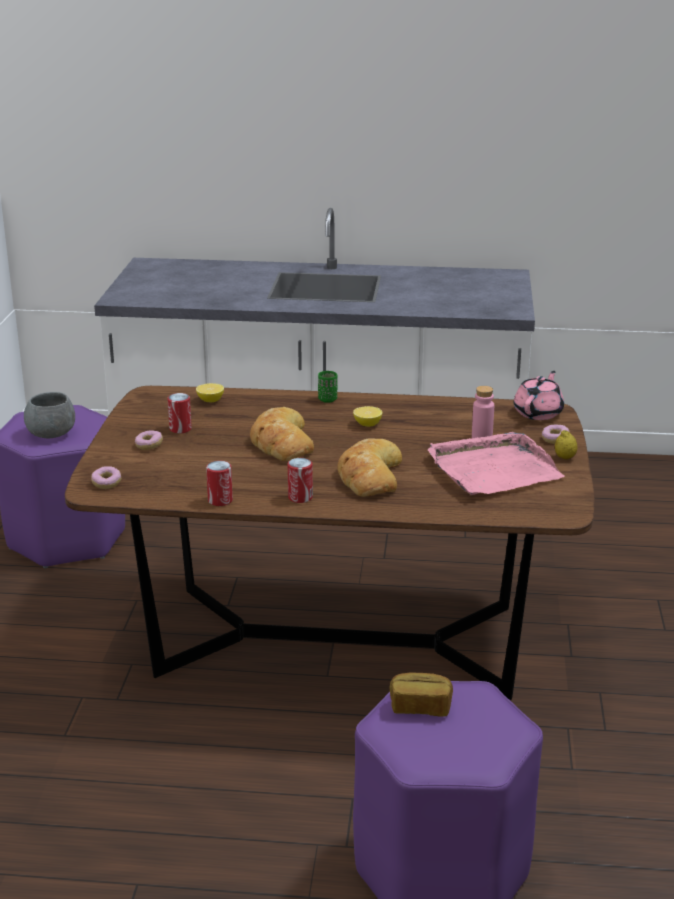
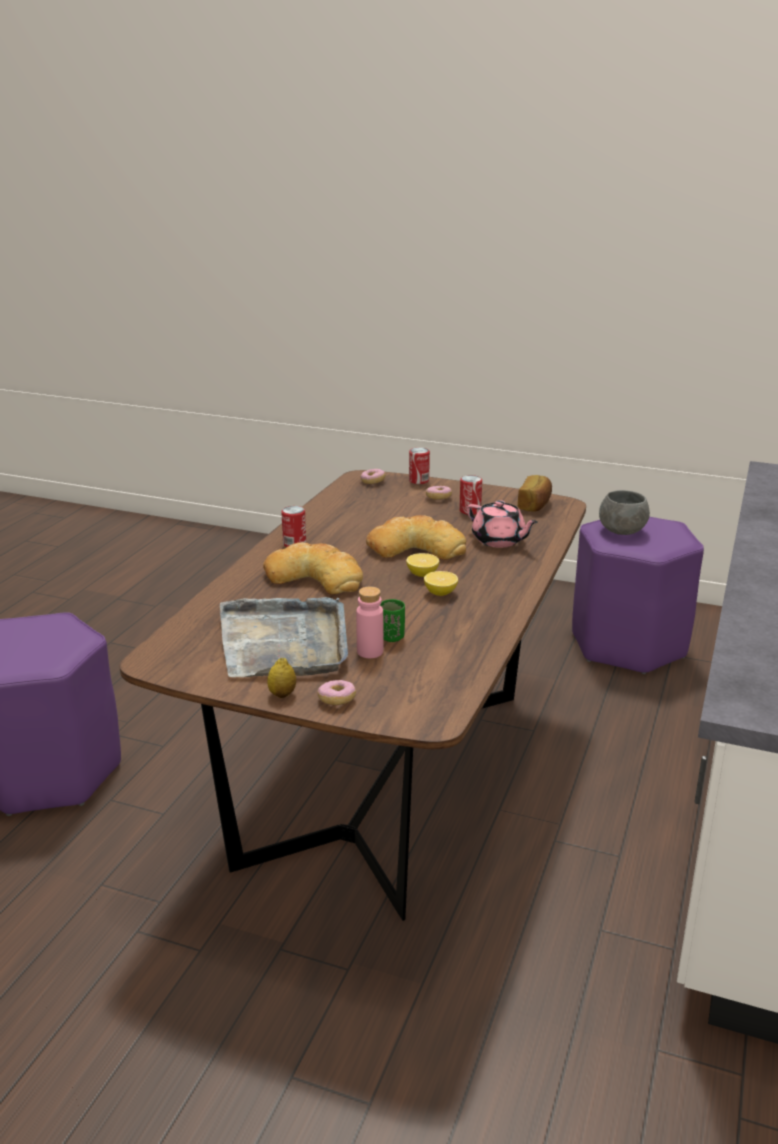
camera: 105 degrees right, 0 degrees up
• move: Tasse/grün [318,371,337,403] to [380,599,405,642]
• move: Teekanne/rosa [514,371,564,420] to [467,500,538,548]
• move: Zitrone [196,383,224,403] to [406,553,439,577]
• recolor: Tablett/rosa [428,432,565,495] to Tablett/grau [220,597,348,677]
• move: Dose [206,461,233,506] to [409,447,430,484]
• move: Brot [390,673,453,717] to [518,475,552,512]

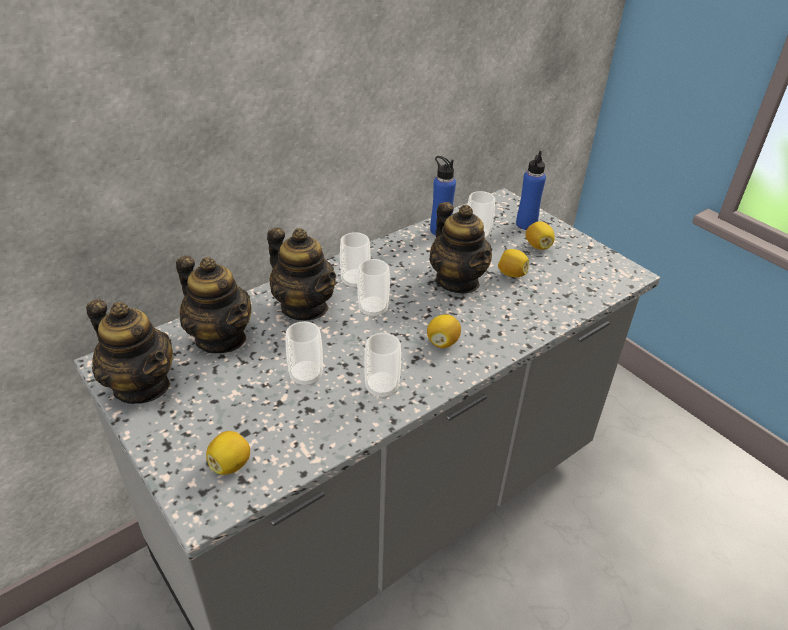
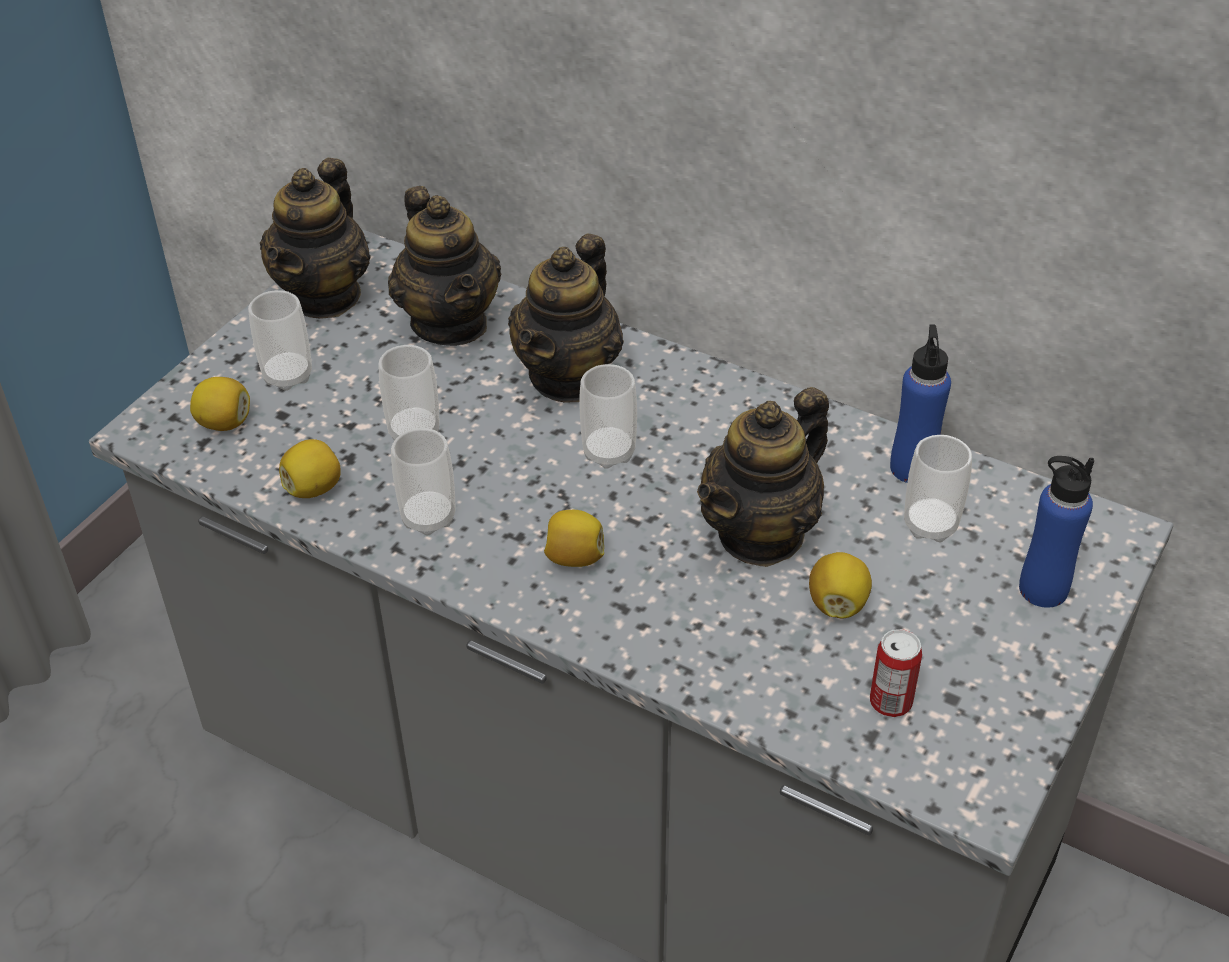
camera: 70 degrees right, 5 degrees up
• move: Zitrone [525,221,555,250] to [279,439,341,498]
• move: Tasse [340,232,370,289] to [248,290,312,391]
• rotate: Teekanne [176,256,251,353] = [388,186,502,346] 45 degrees counterclockwise
• insert: Dose [870,629,922,717]

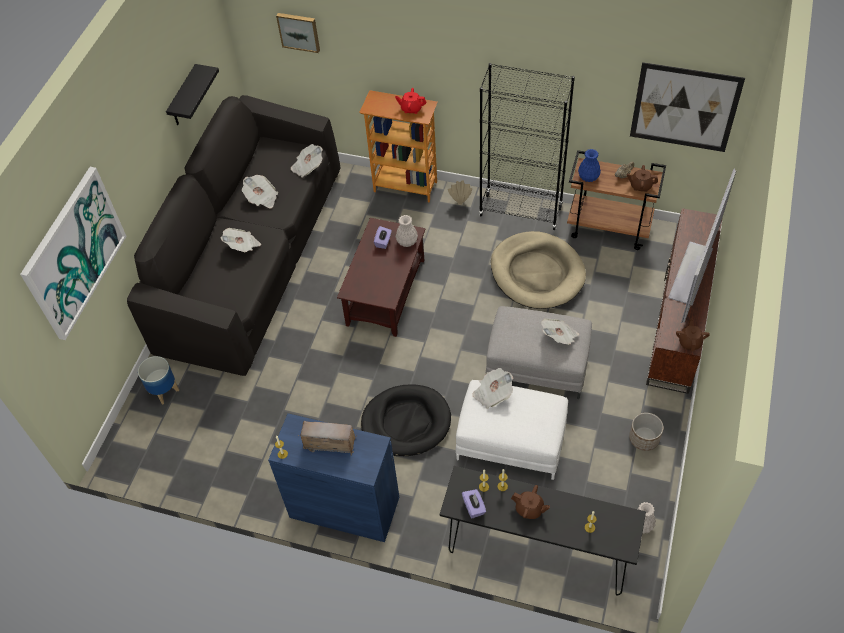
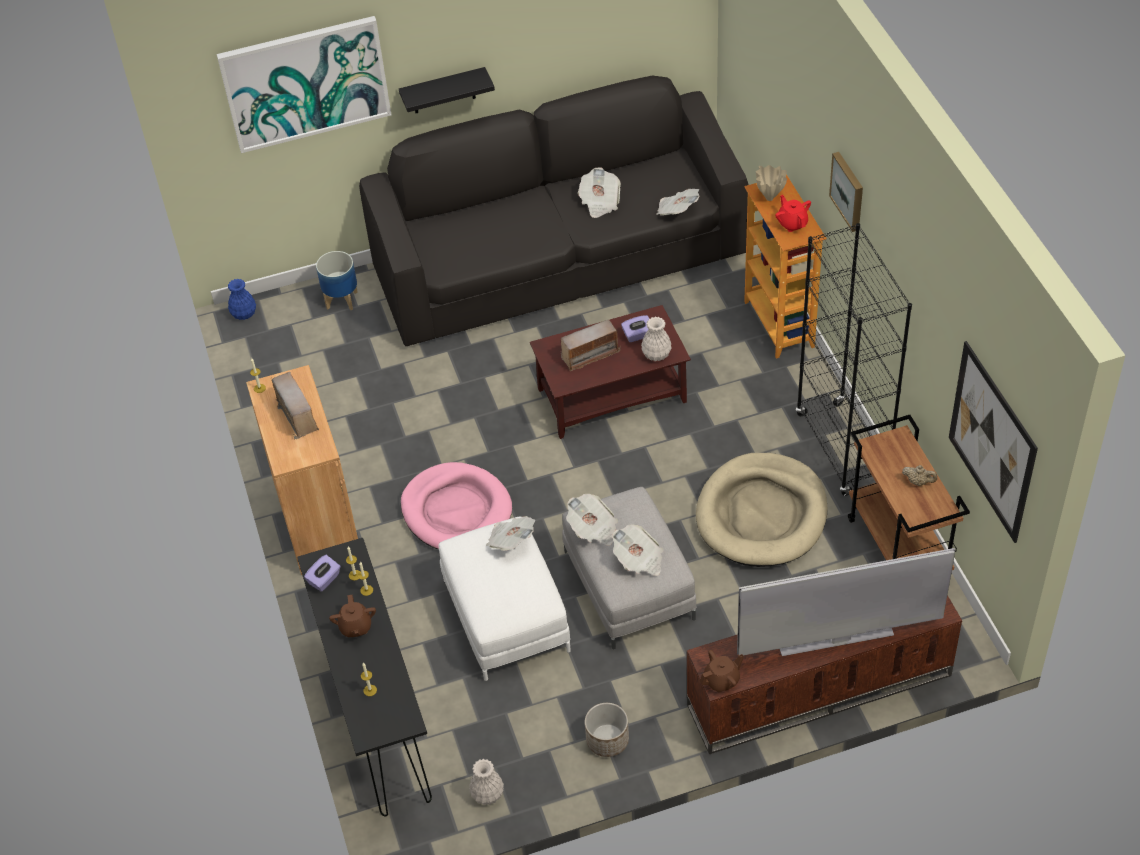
camera: 55 degrees right, 5 degrees down
• move: Bild [276,13,320,53] to [829,152,863,232]
• move: Wandregal/schwarz [166,64,219,125] to [399,67,495,113]
• move: Vase/blau [578,149,601,182] to [228,279,256,320]
• delete: Teekanne/braun [627,165,658,192]
• move: Vase/beige [448,181,472,205] to [756,165,787,201]
• move: Zeitung [220,228,261,252] to [566,494,618,546]
• recolor: Hundebett/schwarz [361,385,451,456] to Hundebett/rosa [401,462,512,549]
• recolor: Schrank/blau [268,413,399,542] to Schrank/braun [246,365,358,575]
• insert: Radio [561,319,621,371]

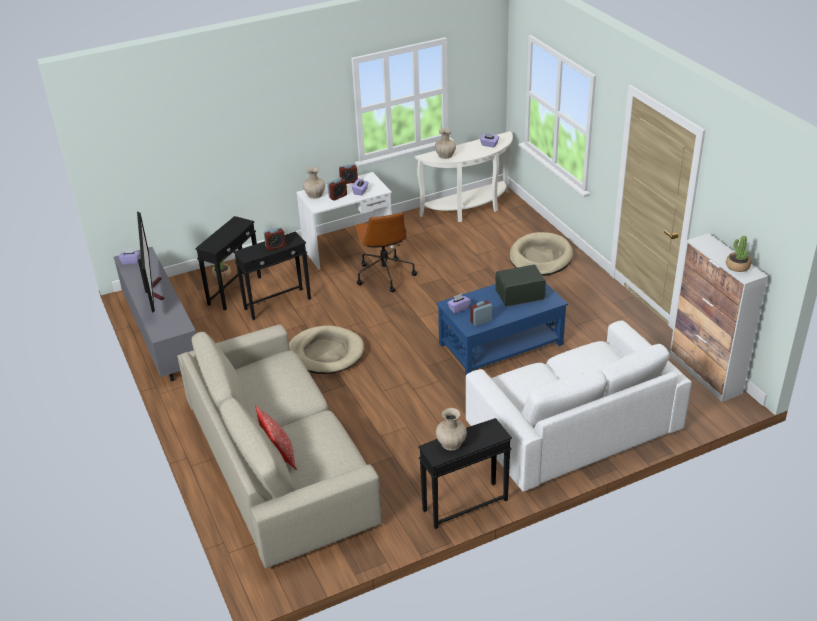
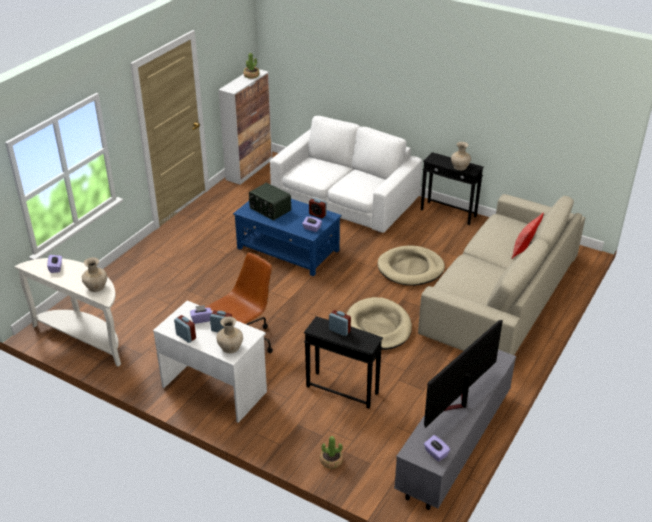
camera: 125 degrees left, 0 degrees up
• delete: Beistelltisch/schwarz [195,216,261,311]
• move: Hundebett/beige [509,232,573,276] to [378,245,445,286]

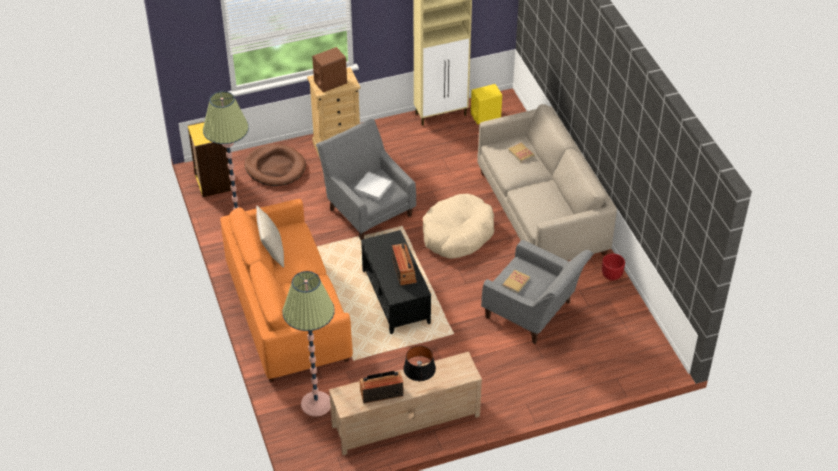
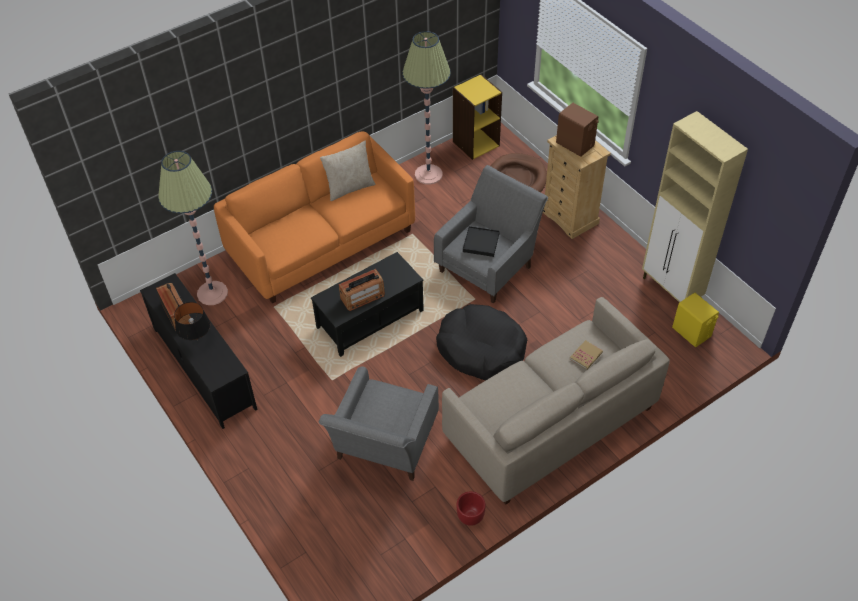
camera: 75 degrees right, 5 degrees up
• recolor: Tablett/weiß [354,171,393,201] to Tablett/schwarz [463,226,500,257]
• recolor: Hundebett/beige [423,194,494,259] to Hundebett/schwarz [436,304,527,380]
• delete: Buch [503,270,530,293]
• recolor: Fernsehschrank/beige [329,352,482,455] to Fernsehschrank/schwarz [140,273,257,429]

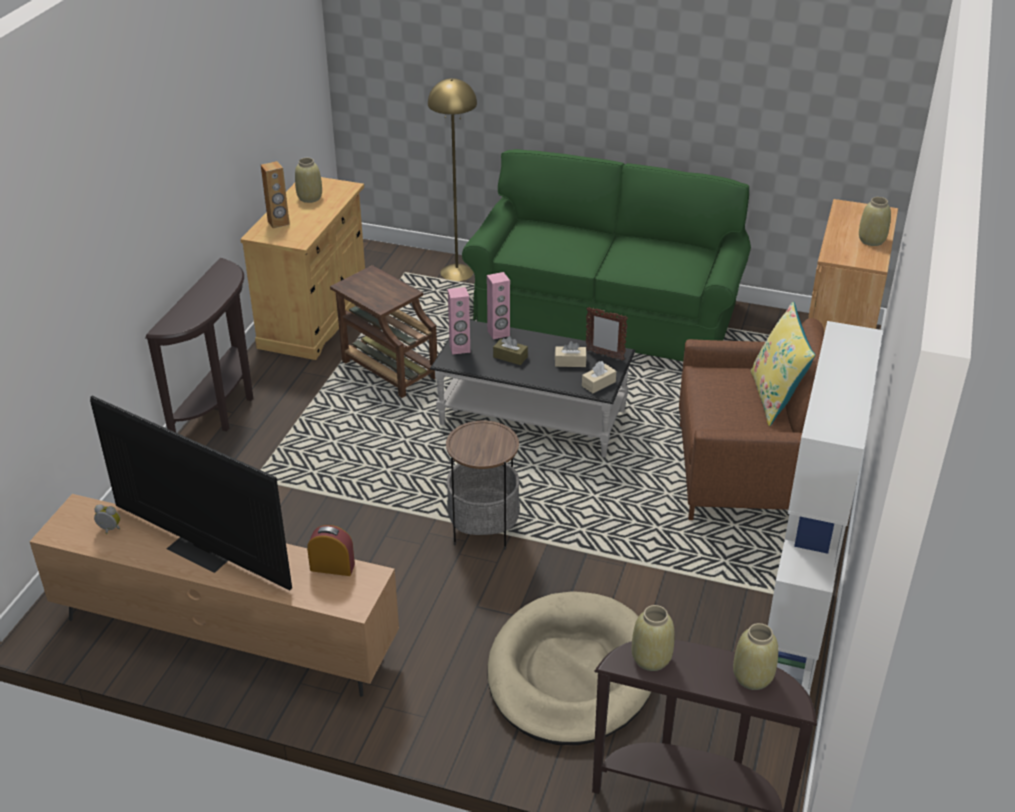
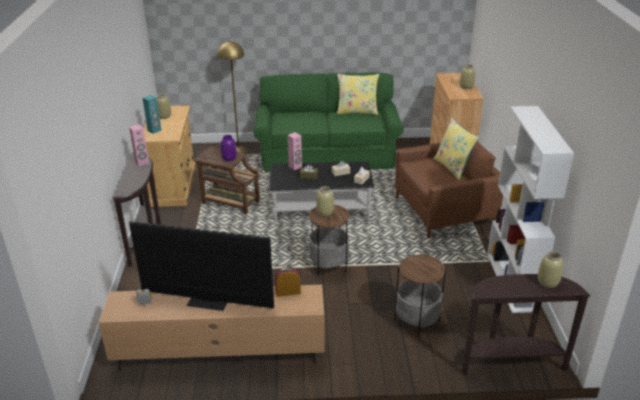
camera: 20 degrees left, 5 degrees down
• recolor: Lautsprecher/braun [261,161,290,228] to Lautsprecher/türkis [143,95,162,134]
• move: Lautsprecher/rosa [448,287,470,355] to [129,124,149,166]
• delete: Bilderrahmen [586,307,628,360]
• replace: Hundebett/beige [487,591,651,745] to Beistelltisch [394,254,446,339]
• move: Vase/beige [632,605,674,671] to [316,186,334,216]
• insert: Kissen/gelb [336,74,379,115]
• insert: Vase/lila [221,135,237,161]

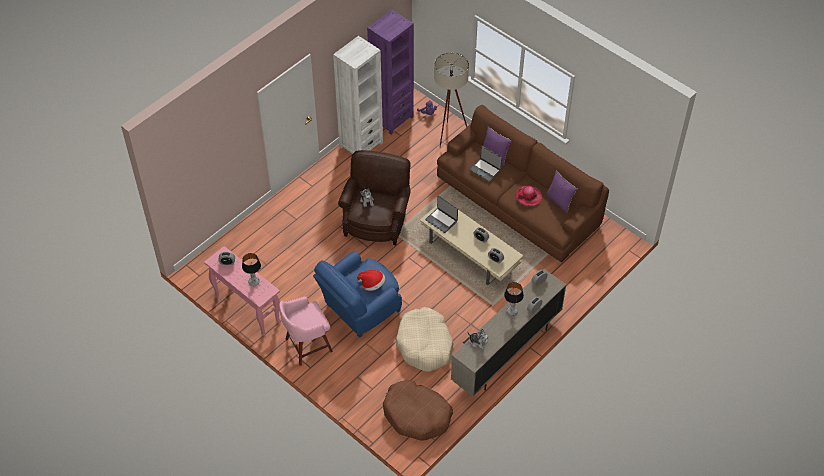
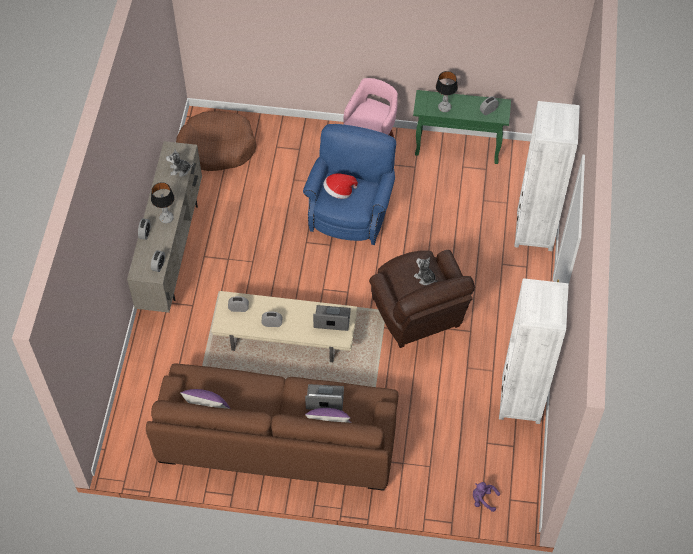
camera: 145 degrees right, 5 degrees up
• delete: Bücherregal/lila [367,10,414,134]
• delete: Stehlampe/beige [434,52,469,148]
• delete: Hut [516,185,542,206]
• recolor: Konsolentisch/rosa [204,246,281,336] to Konsolentisch/grün [413,90,511,164]
• delete: Hundebett/beige [396,307,454,372]
• insert: Bücherregal/weiß [514,101,580,251]

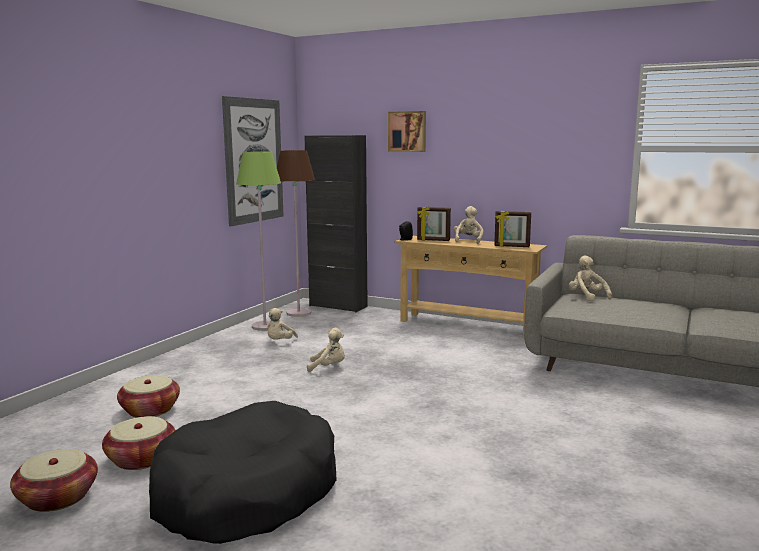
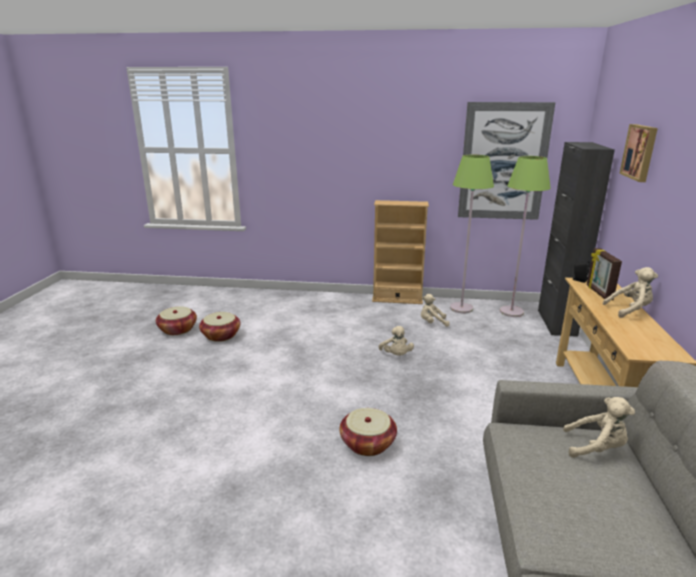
camera: 70 degrees right, 10 degrees up
• recolor: Stehlampe/braun [277,150,315,317] to Stehlampe/grün [500,156,551,317]
• delete: Bilderrahmen [494,211,531,247]
• rotate: Plüschtier/beige [569,255,612,301] = [563,397,635,458] 60 degrees clockwise
• move: Korb [117,375,180,418] to [339,408,397,456]
• delete: Hundebett/schwarz [149,401,336,544]
• insert: Bücherregal/beige [372,200,429,304]

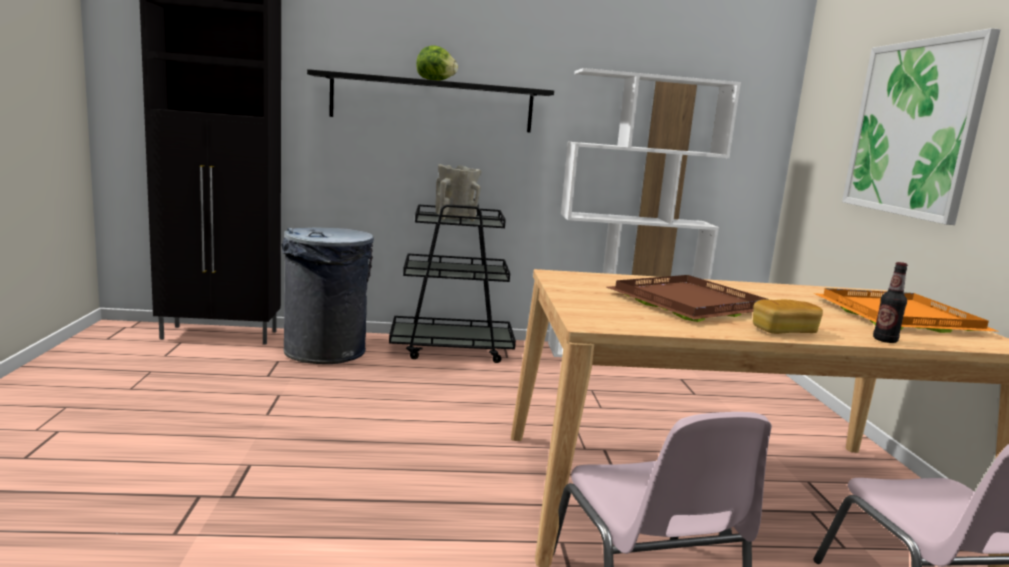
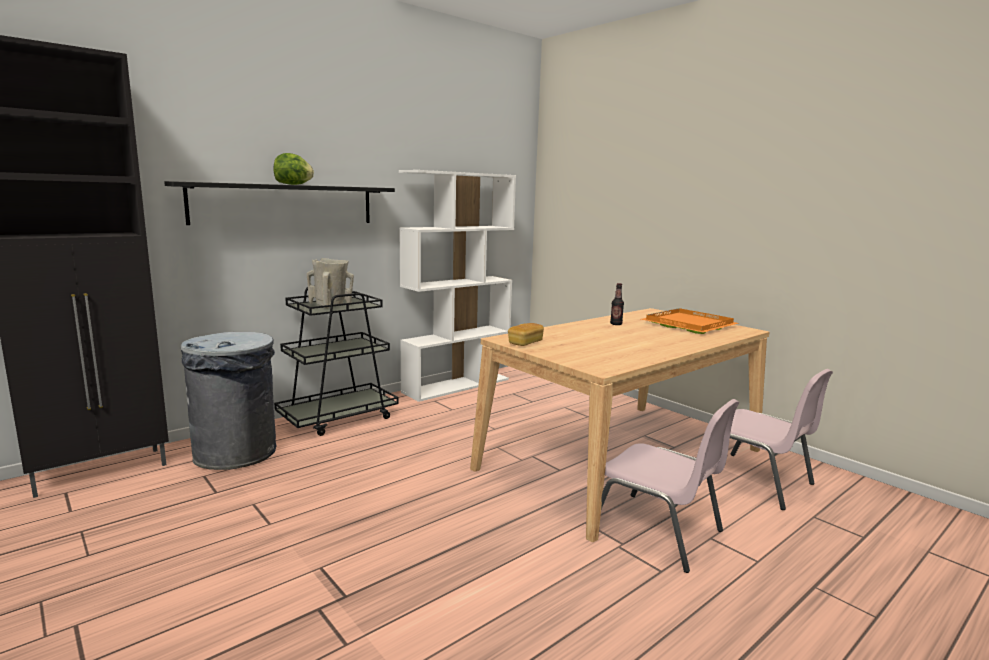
camera: 35 degrees left, 0 degrees up
• delete: Bild [842,28,1001,225]
• move: Flasche [873,262,908,343] to [610,283,624,325]
• delete: Tablett/braun [606,275,769,322]
• move: Brot [753,299,823,334] to [508,323,544,346]

